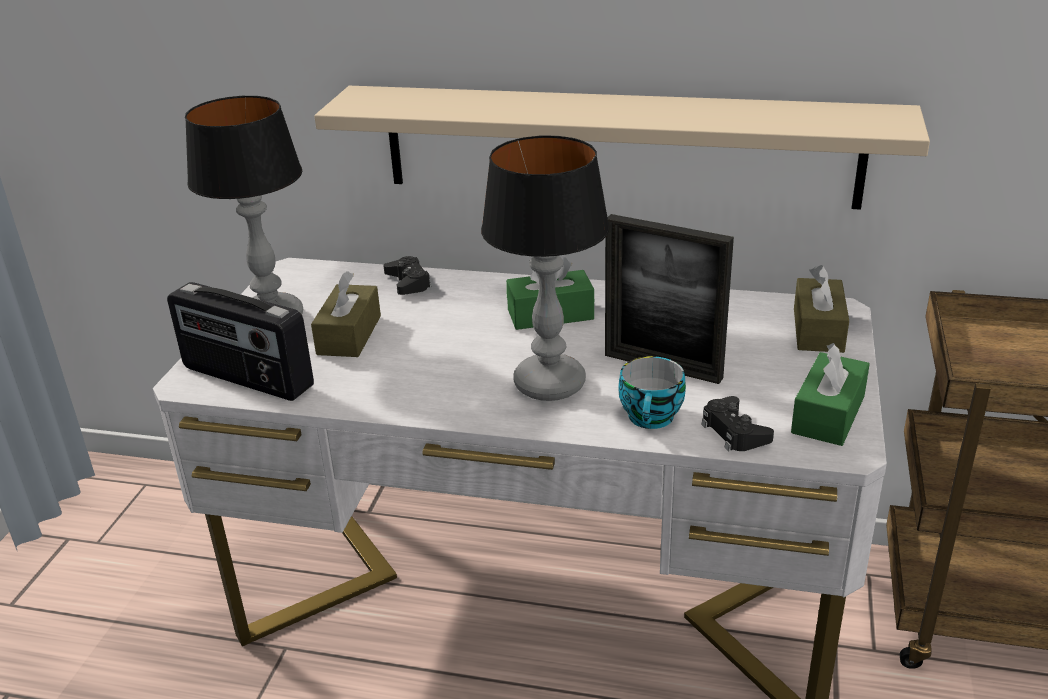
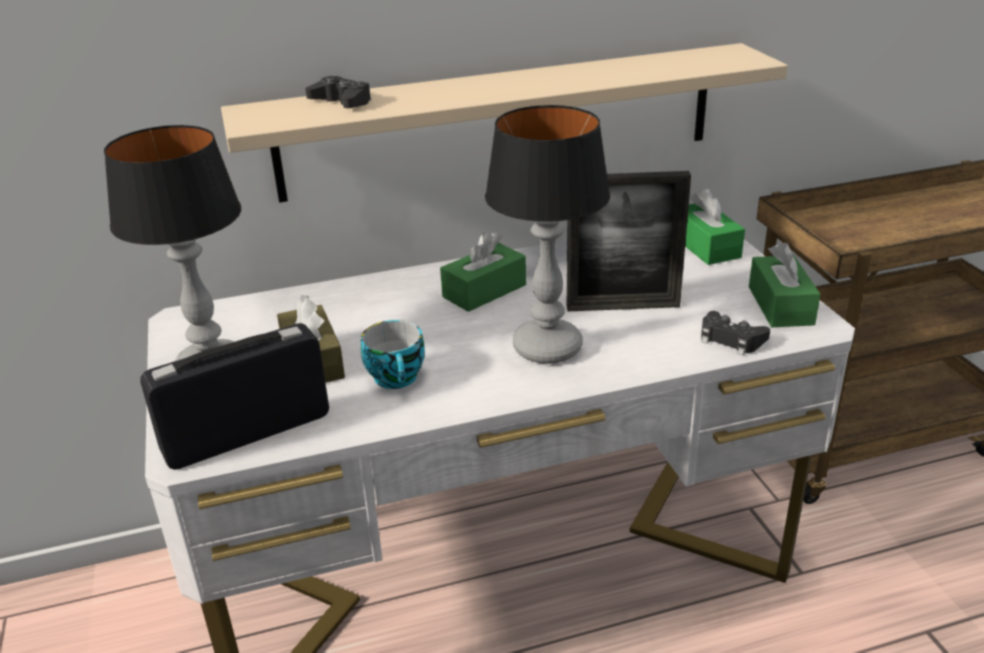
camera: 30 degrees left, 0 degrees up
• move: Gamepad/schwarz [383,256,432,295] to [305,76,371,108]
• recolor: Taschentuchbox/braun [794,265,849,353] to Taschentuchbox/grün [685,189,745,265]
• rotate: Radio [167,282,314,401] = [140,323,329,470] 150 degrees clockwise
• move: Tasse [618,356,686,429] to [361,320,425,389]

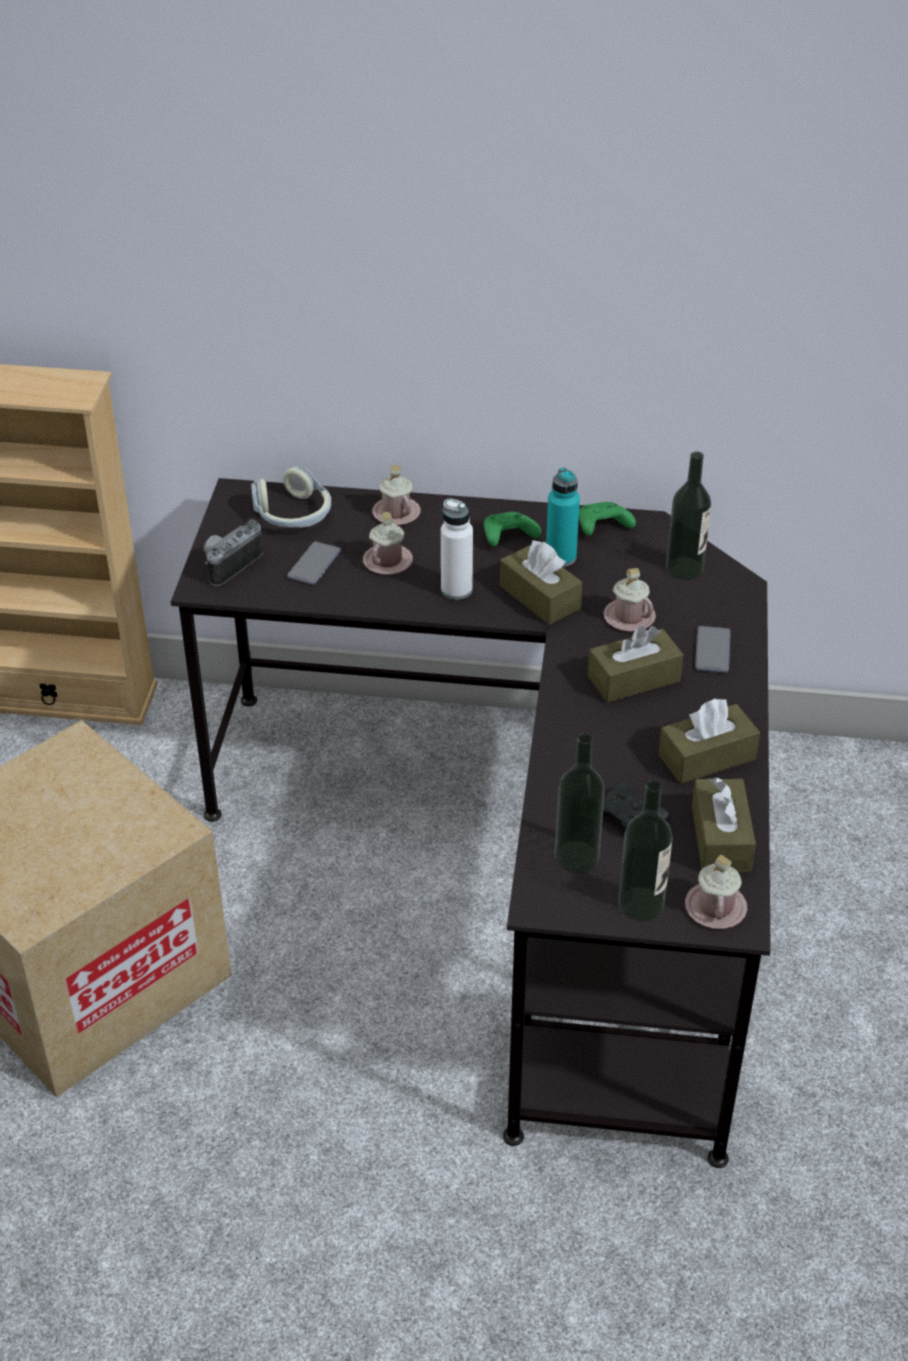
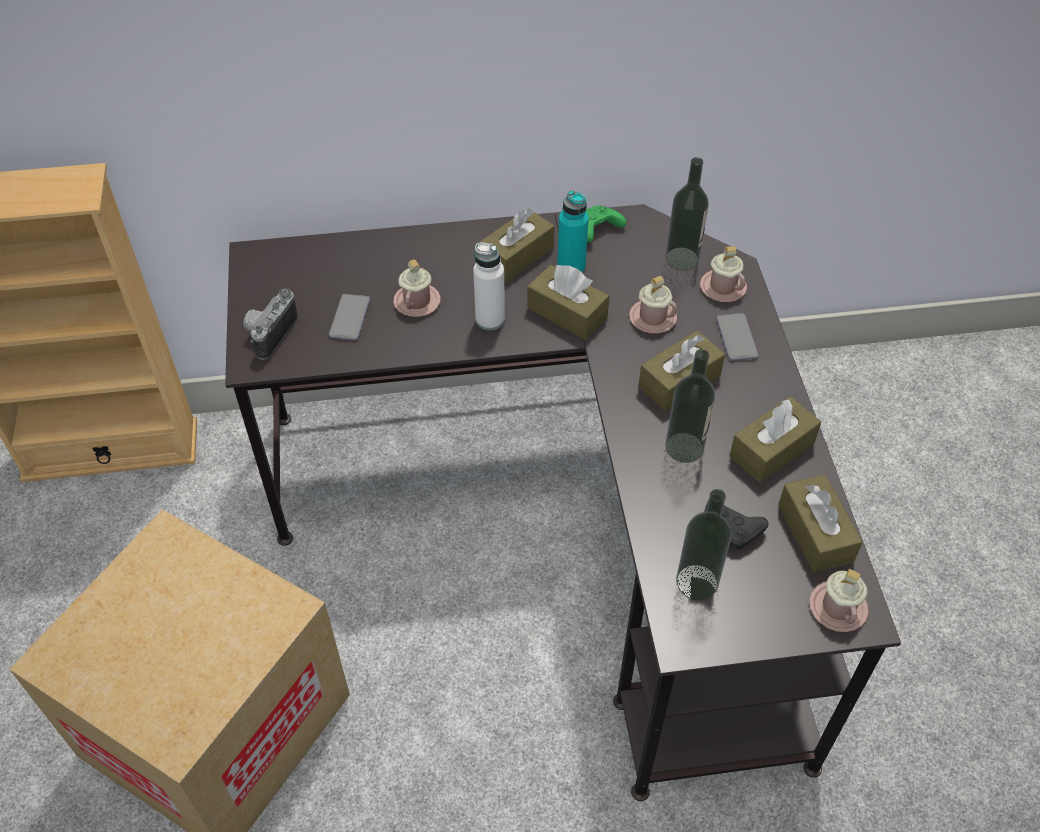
camera: 15 degrees left, 10 degrees up
• move: Henkelbecher/rosa [372,465,421,525] to [700,246,747,302]
• delete: Kopfhörer [251,466,331,528]
• replace: Gamepad/grün [484,512,541,546] to Taschentuchbox/braun [479,209,554,282]
• move: Flasche [618,780,673,921] to [665,349,715,463]

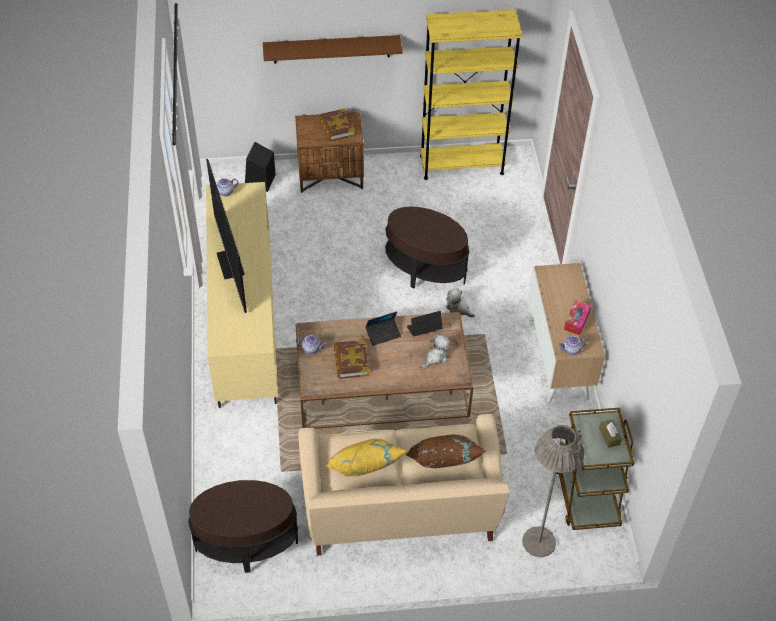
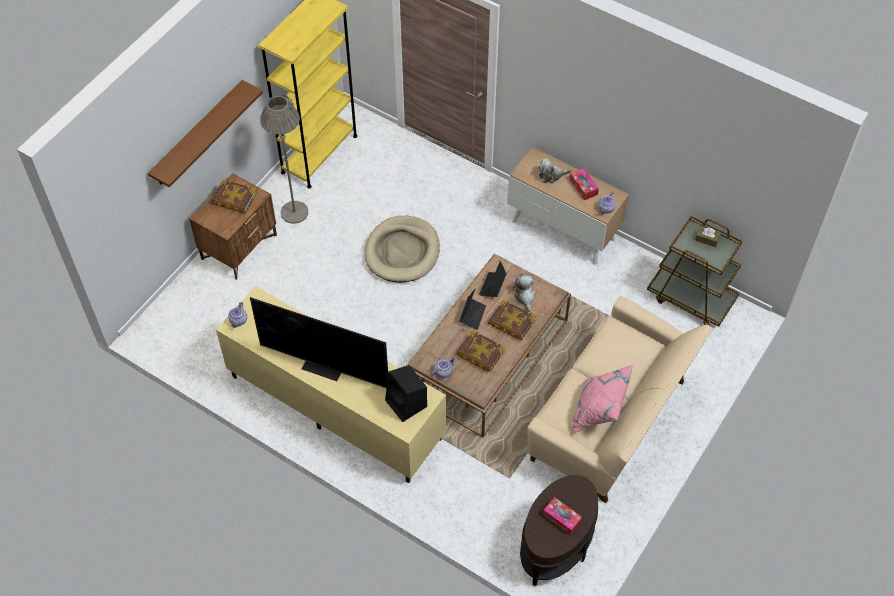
camera: 50 degrees left, 5 degrees up
• move: Lautsprecher/schwarz [245,142,276,192] to [385,365,427,422]
• replace: Beistelltisch/braun [385,206,469,289] to Hundebett/beige [364,216,440,283]
• move: Plüschtier [446,288,475,317] to [538,158,571,183]
• move: Stehlampe/grau [522,425,584,558] to [260,94,308,224]
• delete: Kissen/braun [406,434,486,468]
• recolor: Kissen/gelb [326,439,406,477] to Kissen/rosa [573,364,633,433]
• insert: Buch [488,300,536,341]
• insert: Taschentuchbox [543,497,582,535]

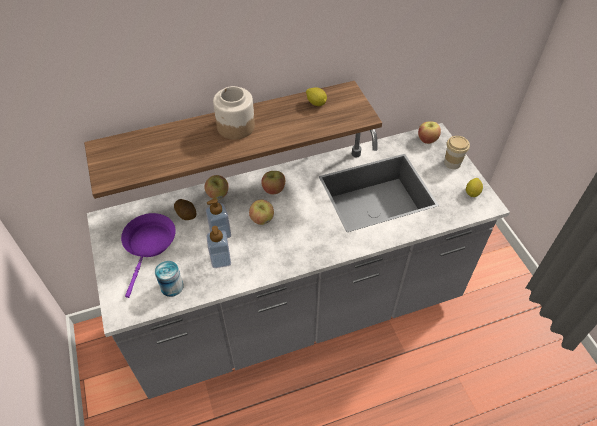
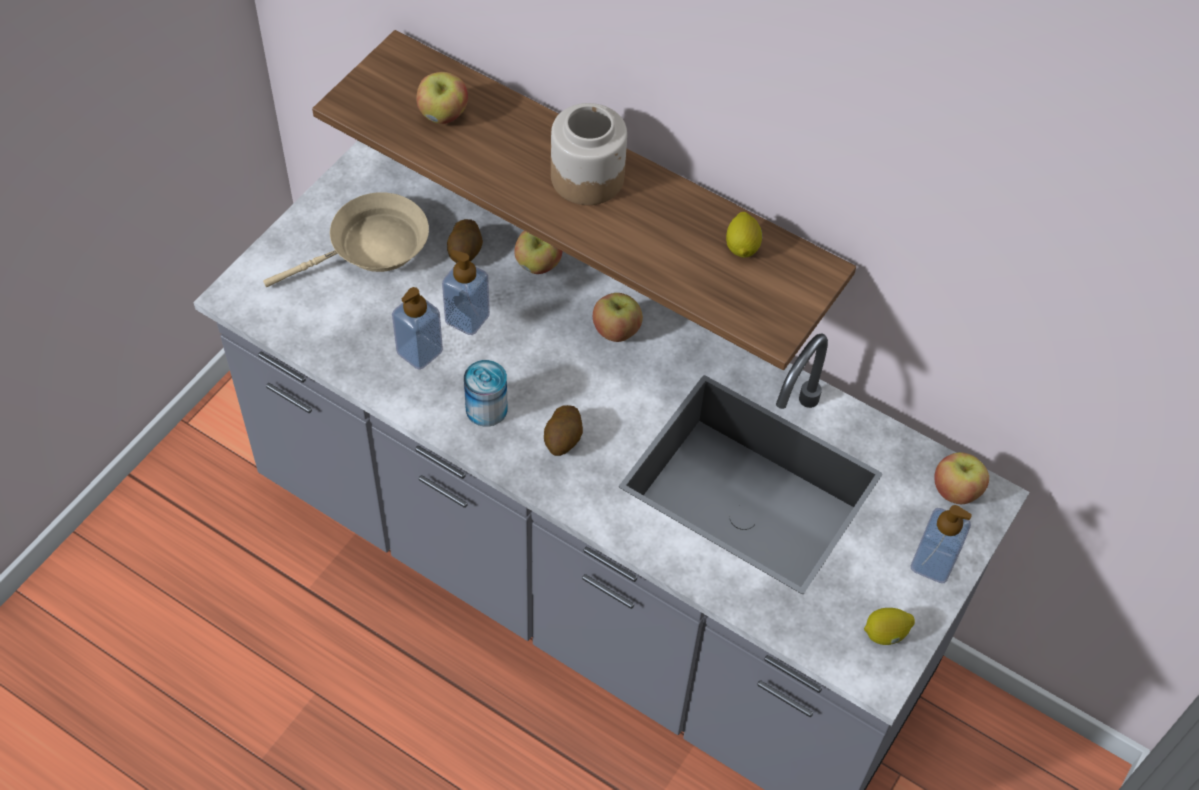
camera: 50 degrees right, 5 degrees up
• replace: Tasse [444,136,470,169] to Seifenspender [911,505,972,583]
• move: Apfel [249,199,274,225] to [416,72,468,124]
• recolor: Pfanne/lila [121,213,176,298] to Pfanne/beige [263,192,429,287]
• move: Dose [155,261,184,297] to [464,360,508,427]
• insert: Kartoffel [544,405,583,456]

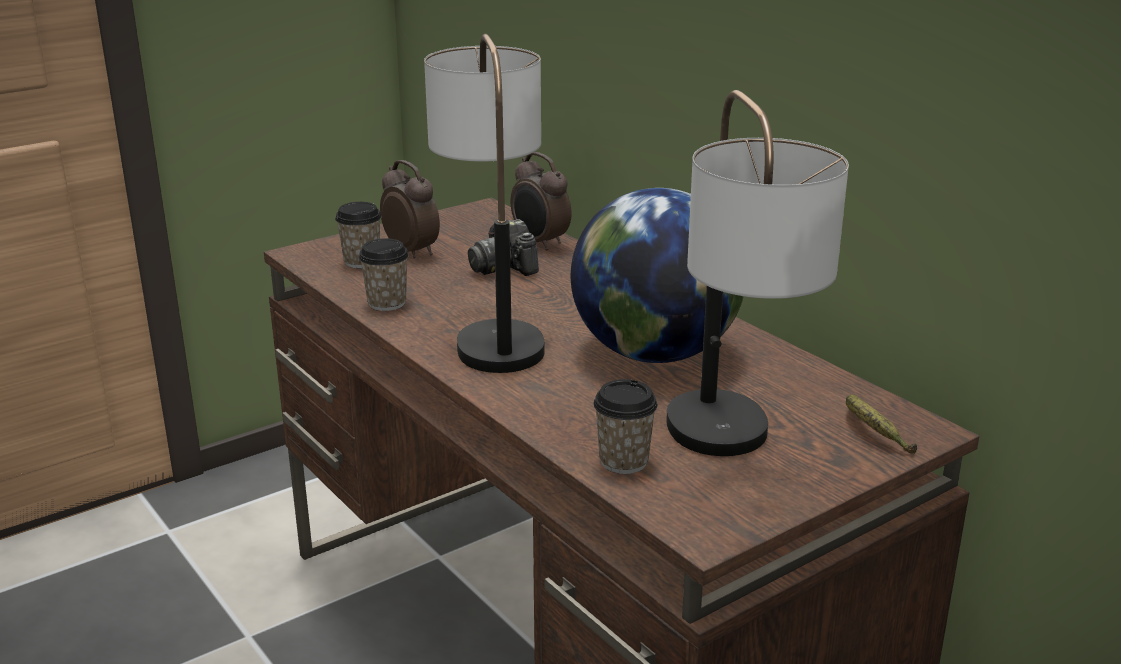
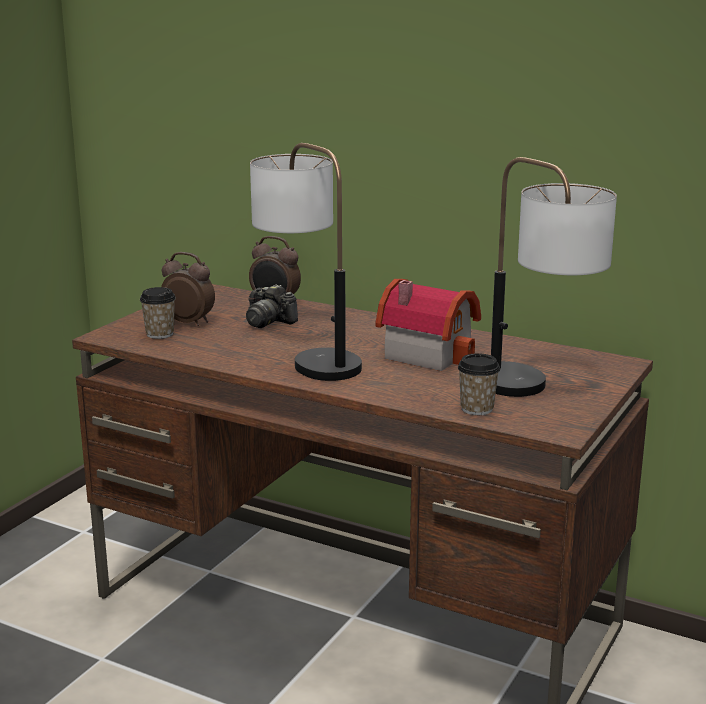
camera: 25 degrees left, 5 degrees down
• replace: Globus [571,188,744,363] to Spielzeughaus [375,279,481,371]
• delete: Tasse [359,239,409,311]
• delete: Banane [846,394,917,454]

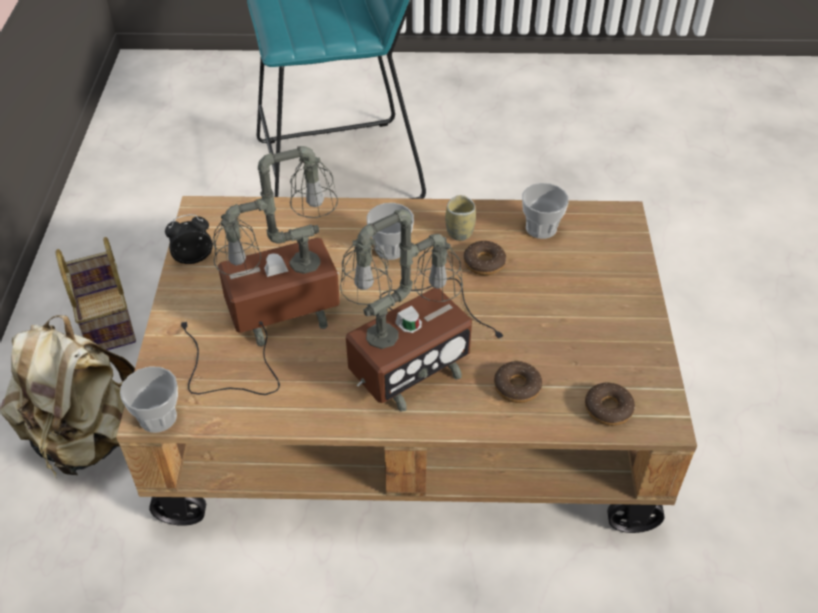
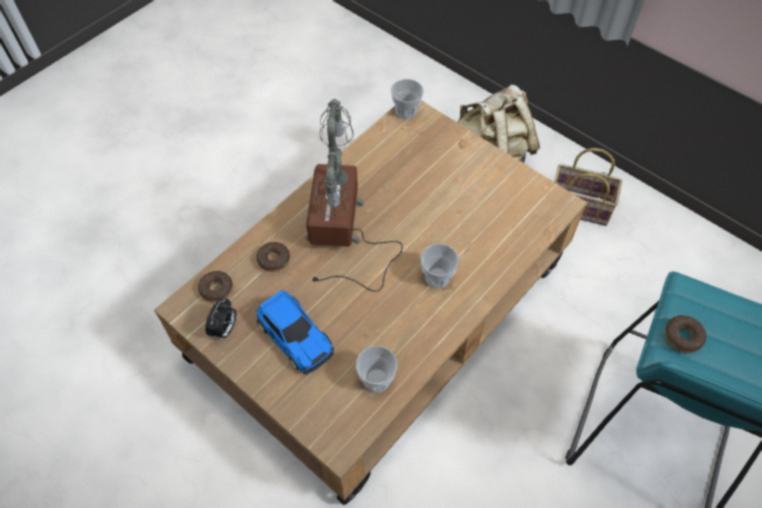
camera: 130 degrees right, 10 degrees up
• delete: Tischlampe [181,146,340,395]
• delete: Tasse [445,195,476,241]
• move: Wecker [165,214,213,264] to [205,298,236,339]
• move: Donut [463,241,506,275] to [665,315,706,353]
• insert: Spielzeugauto [256,290,334,375]

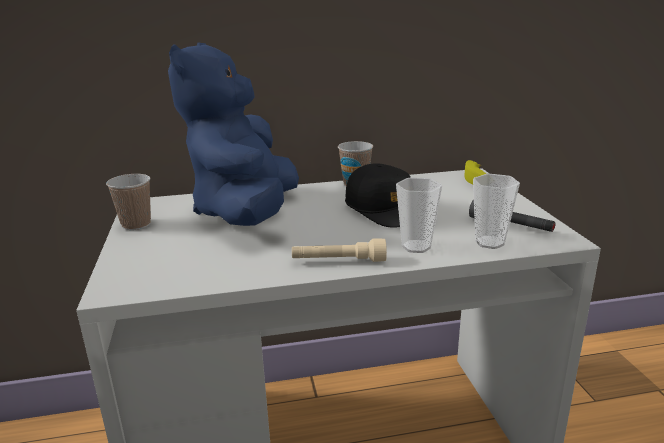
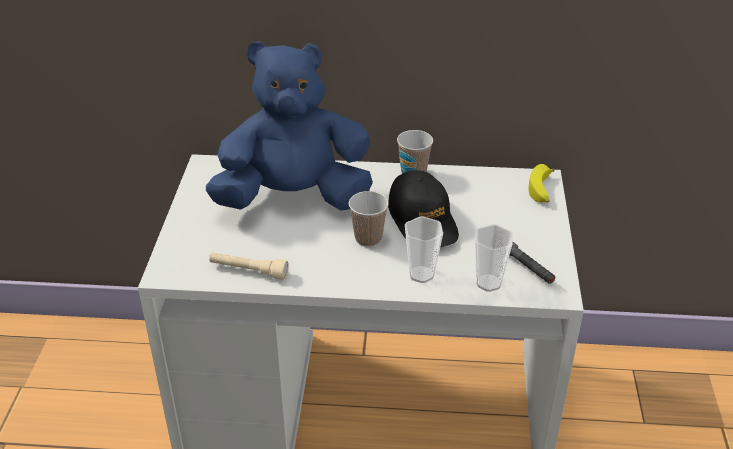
camera: 15 degrees right, 15 degrees up
• rotate: Plüschtier/blau [168,42,299,226] = [206,41,373,211] 60 degrees clockwise
• move: Tasse [106,174,151,230] to [349,191,389,247]
• move: Taschenlampe/beige [292,238,387,262] to [209,253,289,280]

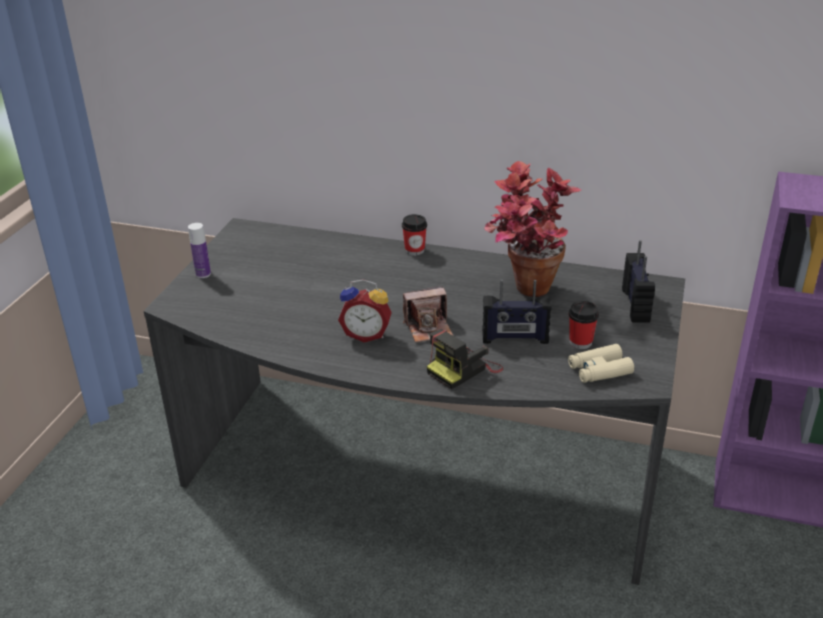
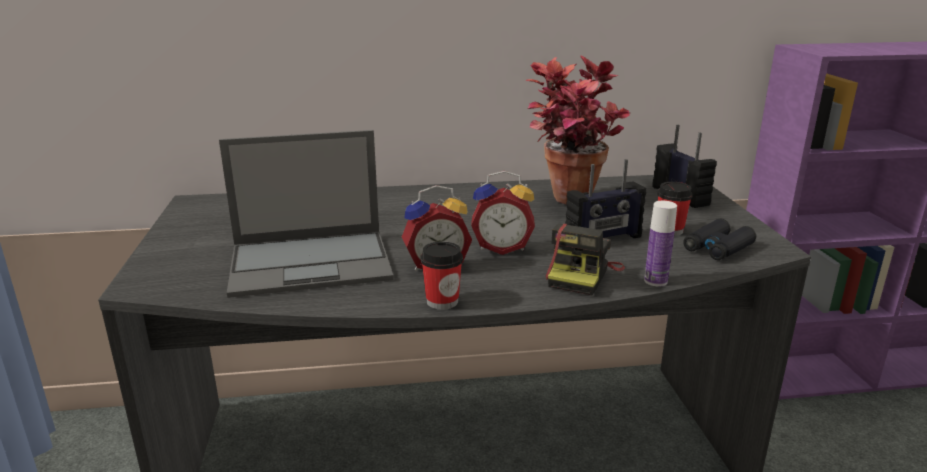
camera: 25 degrees left, 10 degrees down
• move: Tasse [402,214,427,256] to [421,242,463,310]
• move: Flasche [188,223,211,278] to [644,201,677,286]
• replace: Kamera [403,286,453,343] to Wecker [471,171,535,255]
• recolor: Fernglas/beige [568,344,634,383] to Fernglas/schwarz [683,219,756,260]
• insert: Laptop [219,130,393,298]

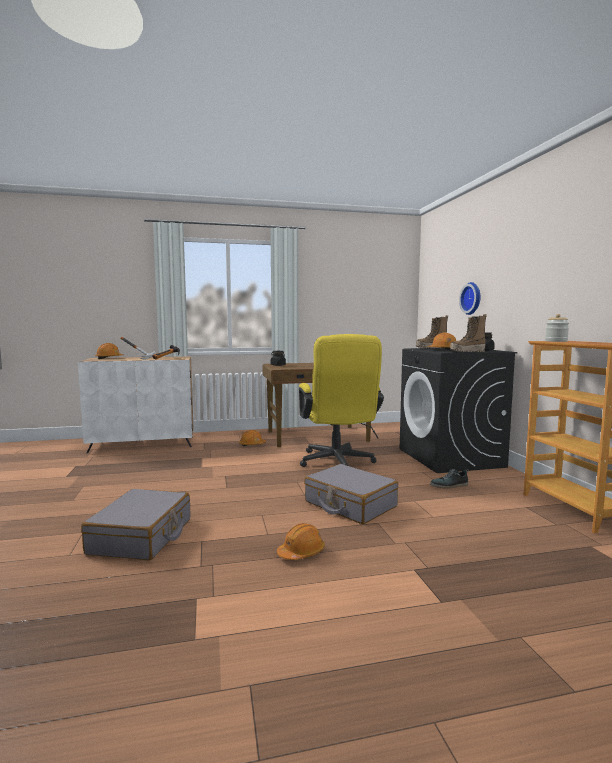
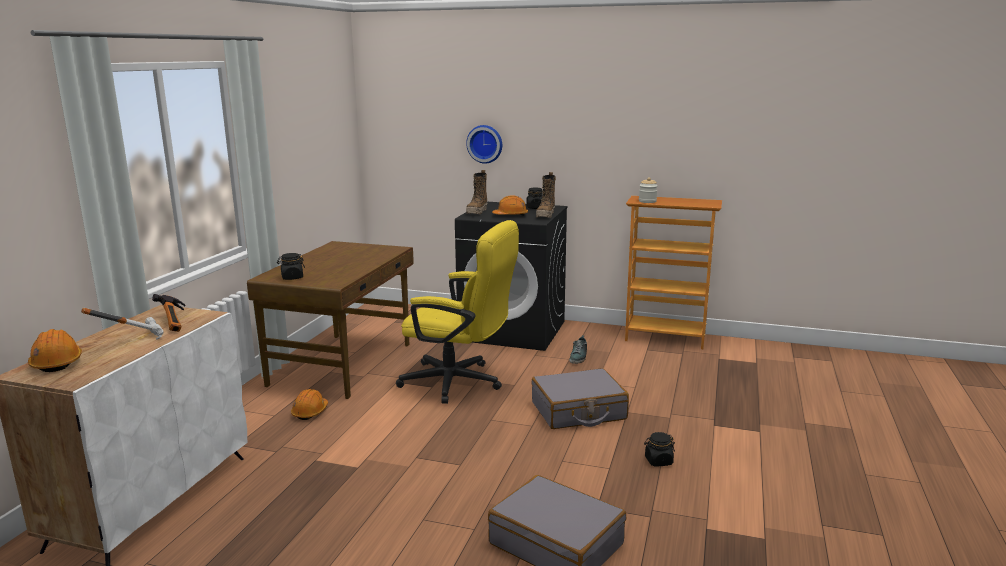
camera: 60 degrees left, 10 degrees up
• replace: Schutzhelm/orange [277,523,325,560] to Vorratsglas/schwarz [644,432,675,466]

